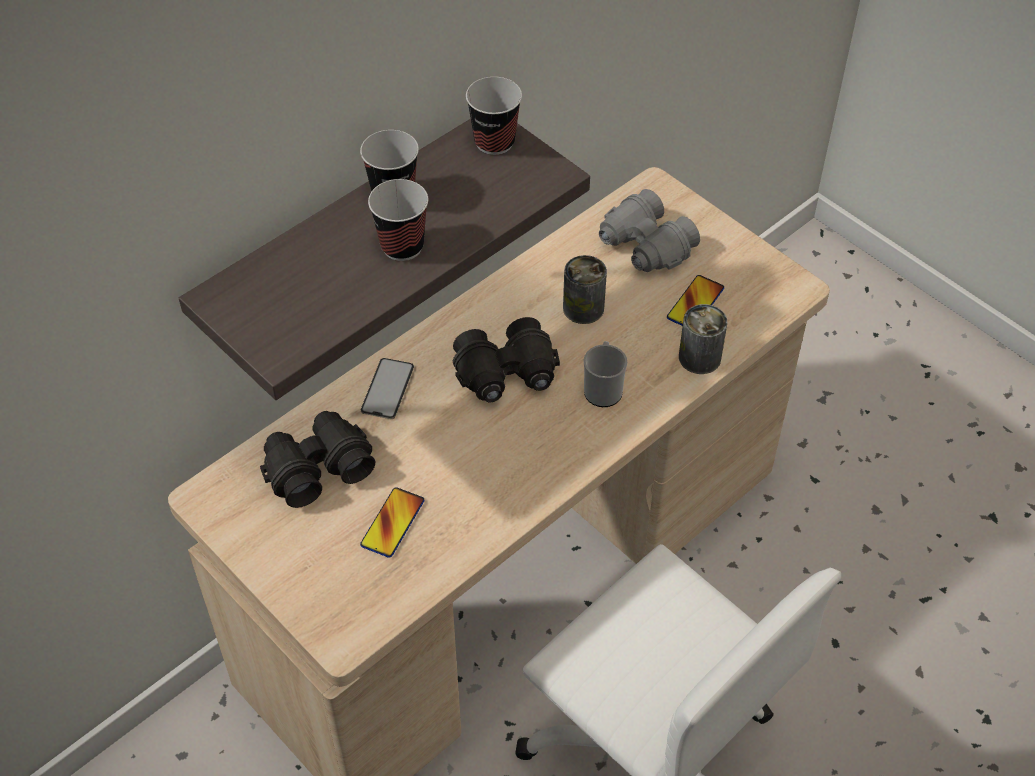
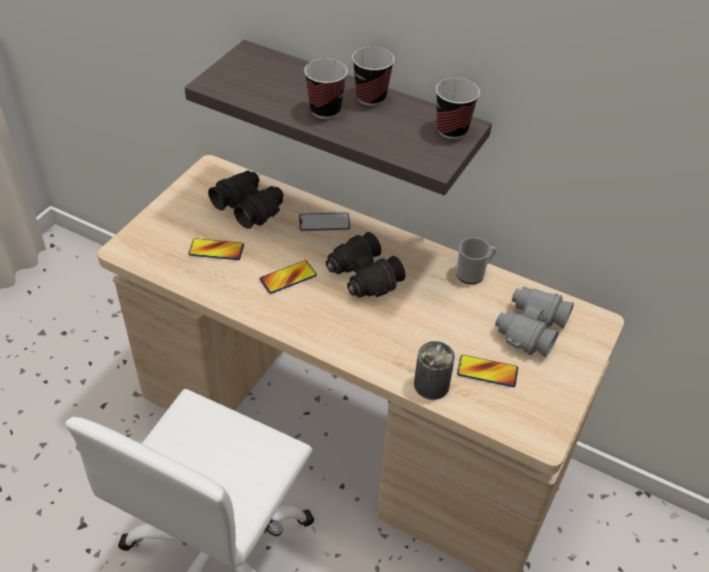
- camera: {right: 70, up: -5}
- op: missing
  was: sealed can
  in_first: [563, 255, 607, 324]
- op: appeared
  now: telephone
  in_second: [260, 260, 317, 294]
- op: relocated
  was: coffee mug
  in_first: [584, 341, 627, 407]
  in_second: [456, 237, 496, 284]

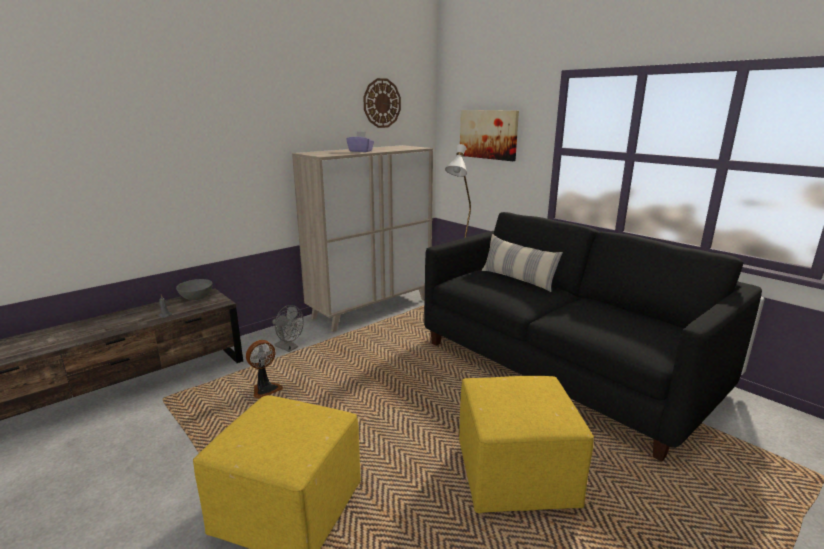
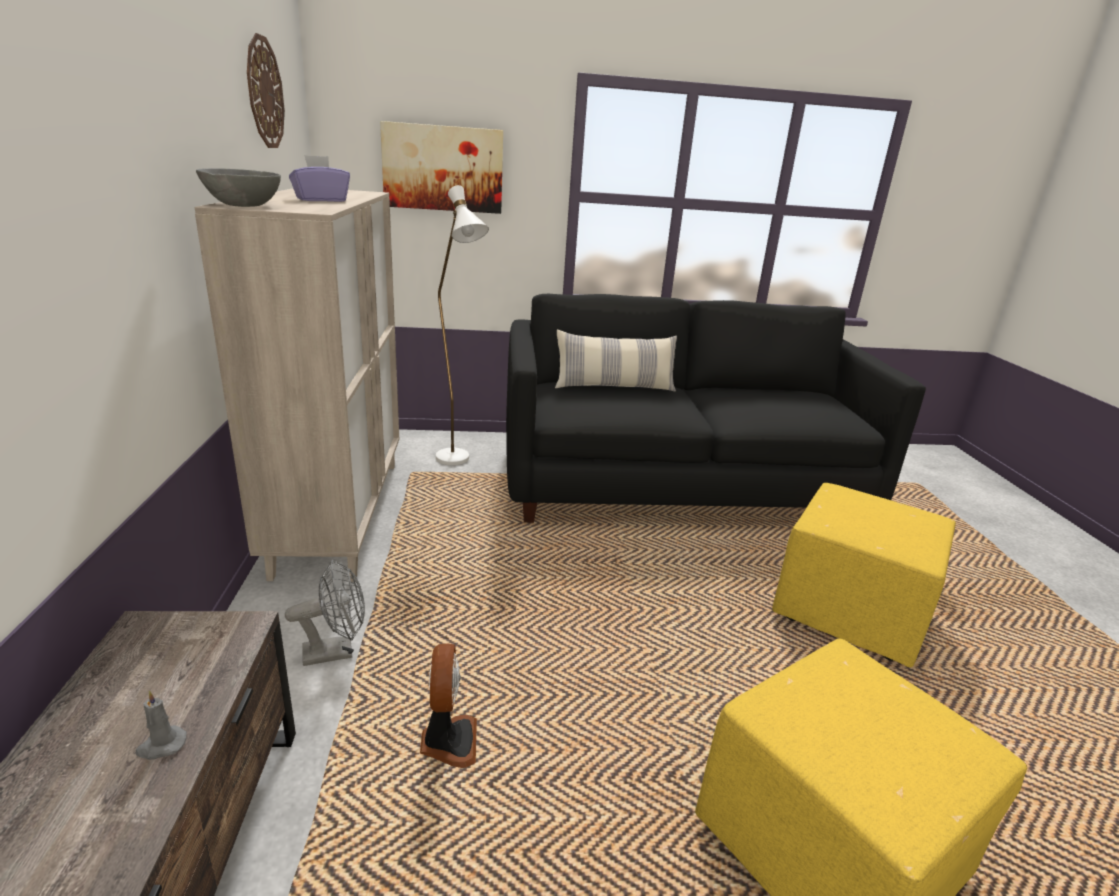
- camera: {right: -55, up: 5}
- op: relocated
  was: deep dish (gray)
  in_first: [176, 279, 213, 300]
  in_second: [196, 168, 281, 207]

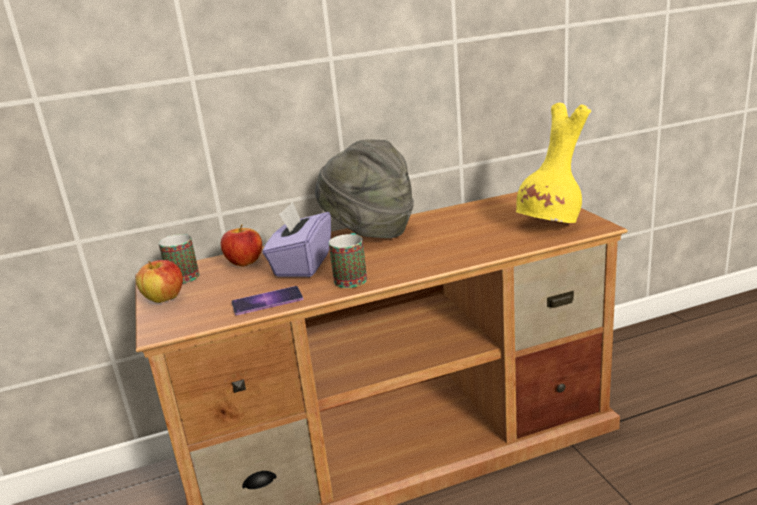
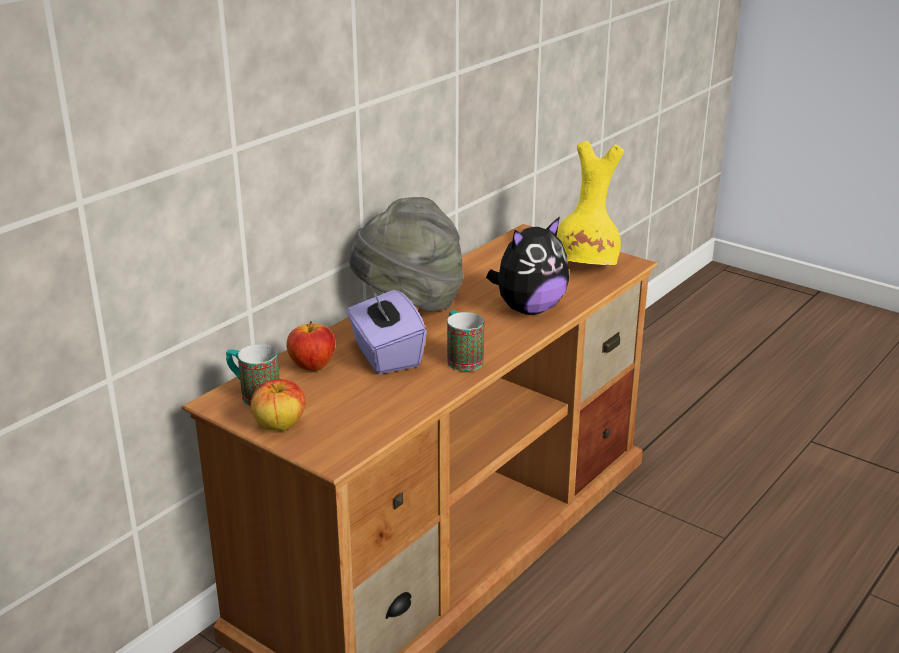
- camera: {right: -35, up: 5}
- op: missing
  was: telephone
  in_first: [231, 286, 303, 315]
- op: appeared
  now: cuddly toy
  in_second: [486, 216, 569, 315]

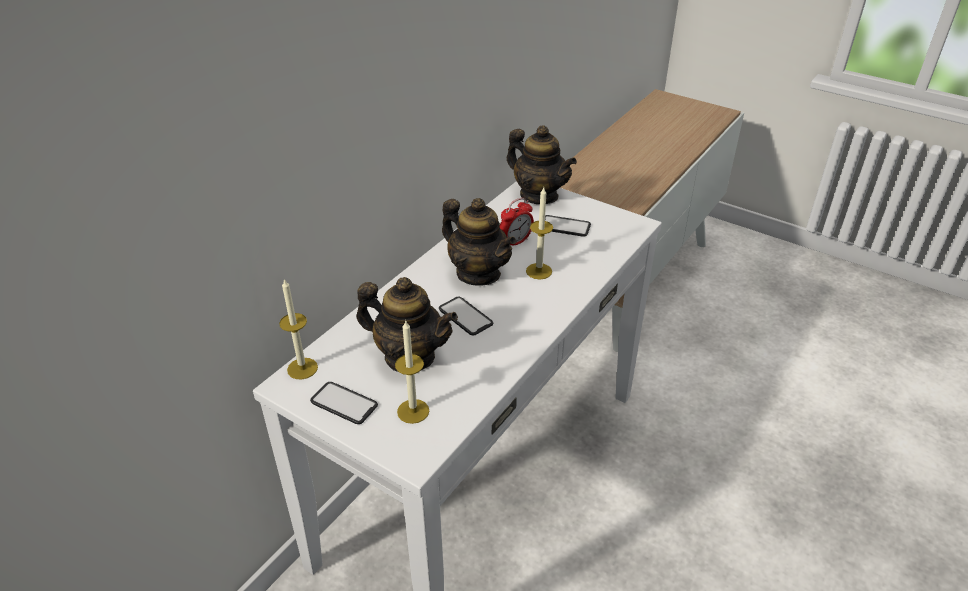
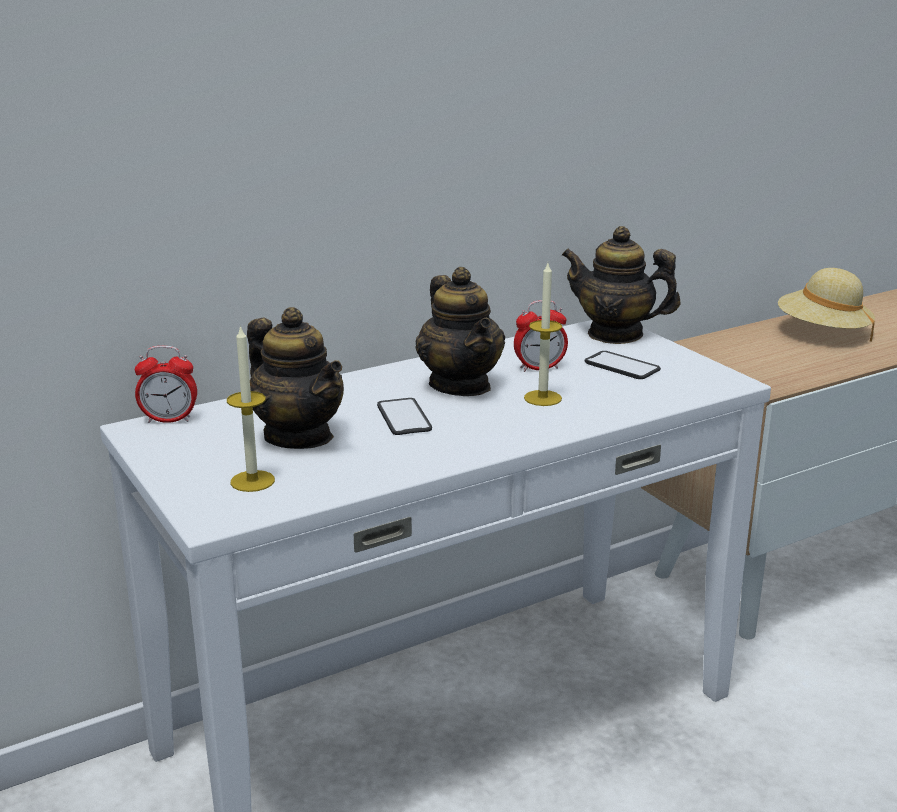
- camera: {right: 25, up: -15}
- op: missing
  was: telephone
  in_first: [310, 382, 378, 424]
- op: appeared
  now: hat (beige-coloured)
  in_second: [778, 268, 875, 342]
- op: exchanged
  was: wax candle
  now: bedside clock
  in_first: [279, 278, 318, 380]
  in_second: [135, 346, 197, 423]
- op: spun
  was: pot for tea
  in_first: [507, 125, 577, 204]
  in_second: [562, 226, 681, 344]
  clockwise: 135

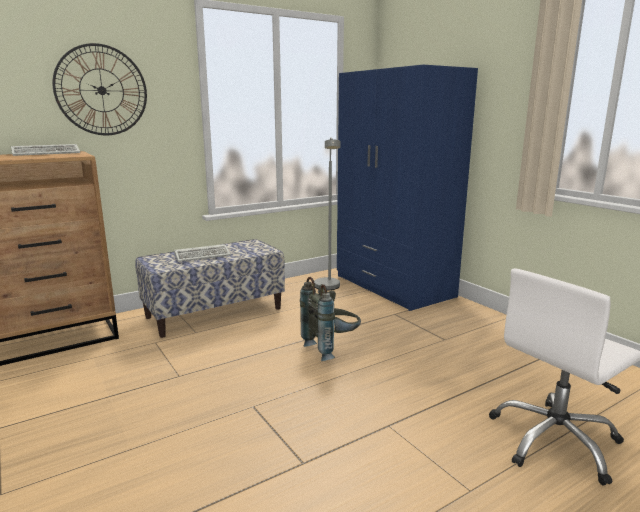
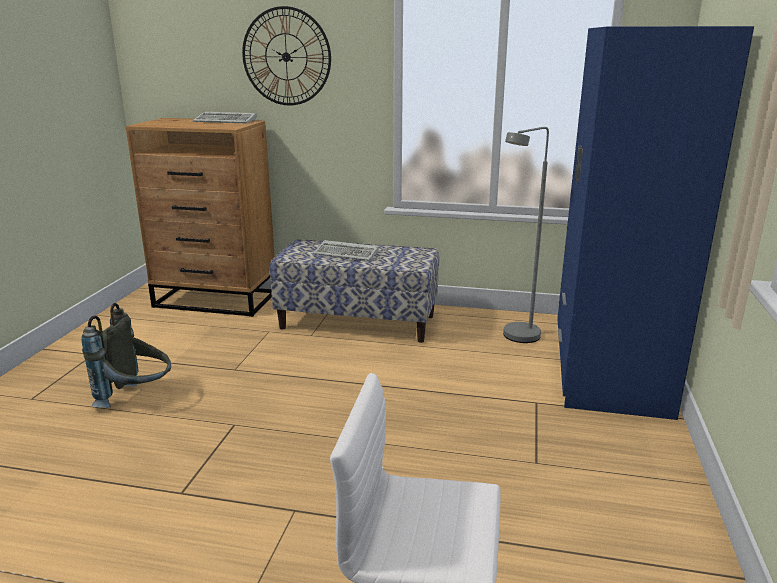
- camera: {right: 45, up: 5}
- op: relocated
  was: backpack (gray)
  in_first: [300, 277, 361, 361]
  in_second: [82, 303, 171, 408]

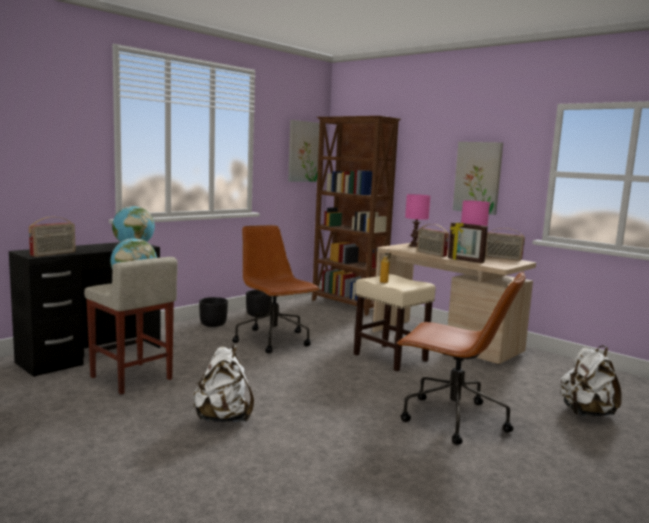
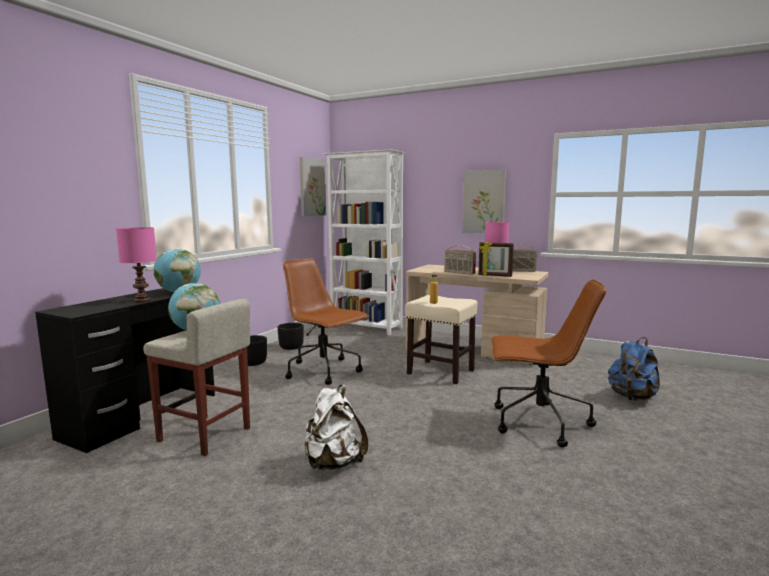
- camera: {right: -15, up: 0}
- op: missing
  was: radio
  in_first: [29, 217, 76, 257]
- op: relocated
  was: table lamp (pink)
  in_first: [405, 194, 431, 247]
  in_second: [116, 227, 157, 302]
- op: colour
  was: bookshelf (brown-coloured)
  now: bookshelf (whitish)
  in_first: [312, 116, 401, 316]
  in_second: [324, 149, 406, 335]
- op: colour
  was: backpack (whitish)
  now: backpack (blue)
  in_first: [561, 346, 622, 417]
  in_second: [608, 337, 660, 401]

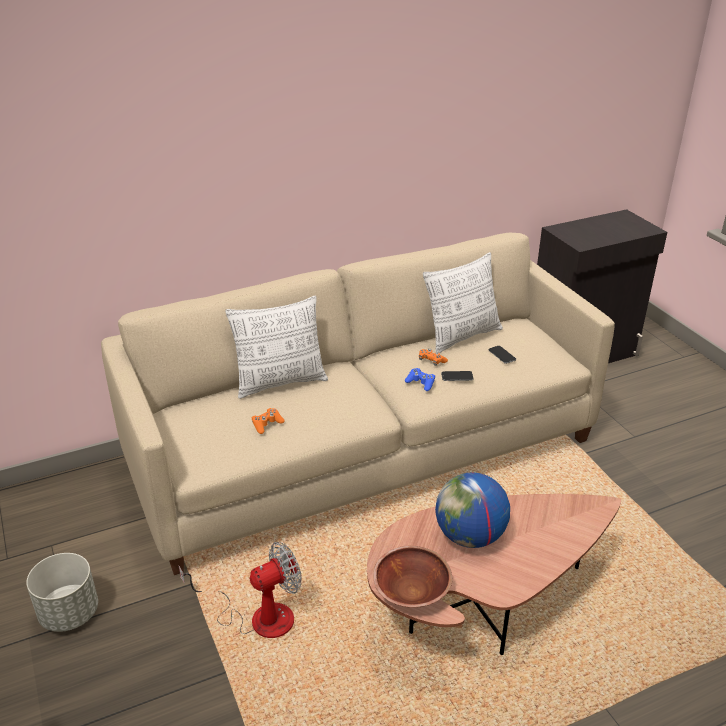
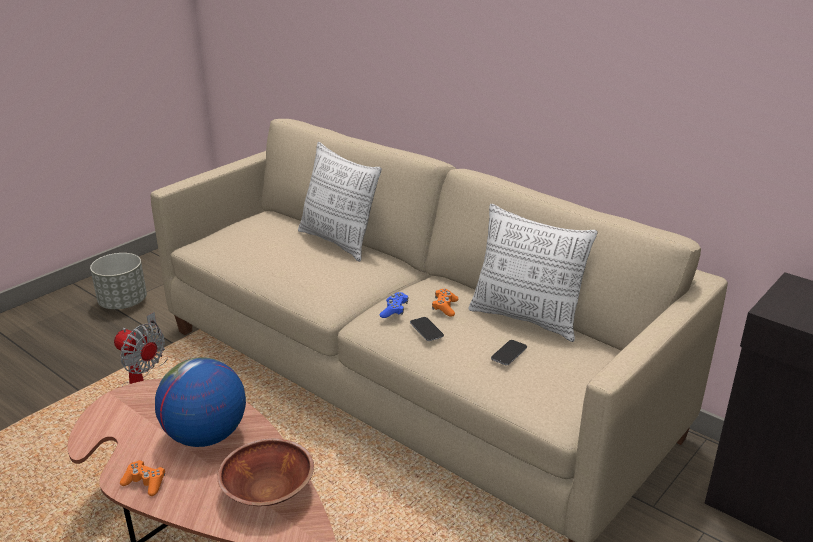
- camera: {right: 65, up: -5}
- op: relocated
  was: gamepad (orange-coloured)
  in_first: [252, 408, 284, 434]
  in_second: [120, 460, 165, 496]
- op: relocated
  was: deep dish (brown-coloured)
  in_first: [373, 546, 452, 608]
  in_second: [217, 438, 314, 506]

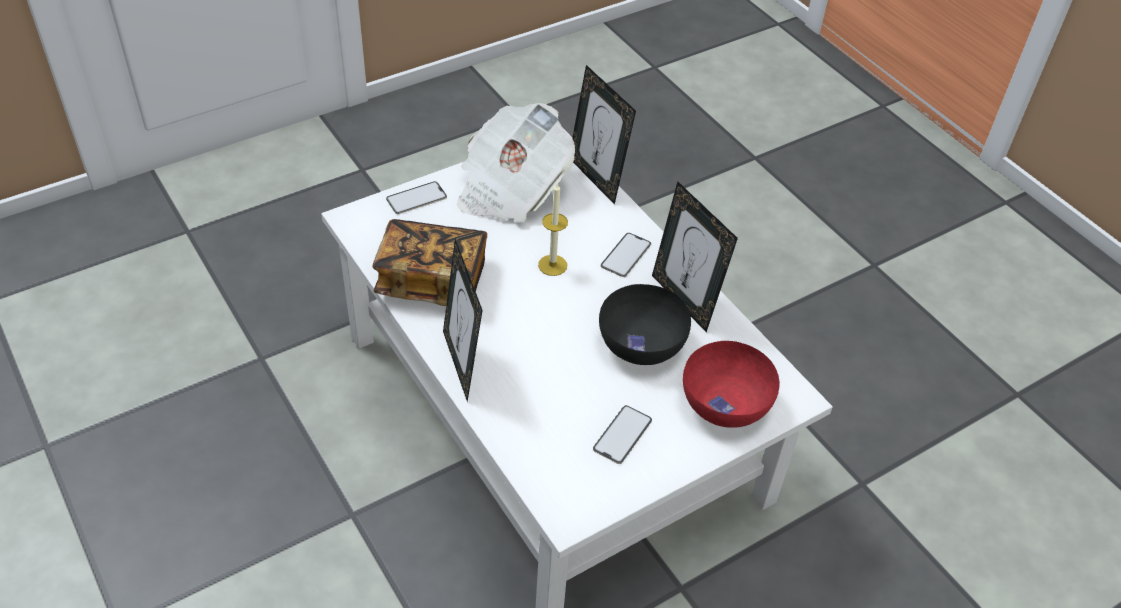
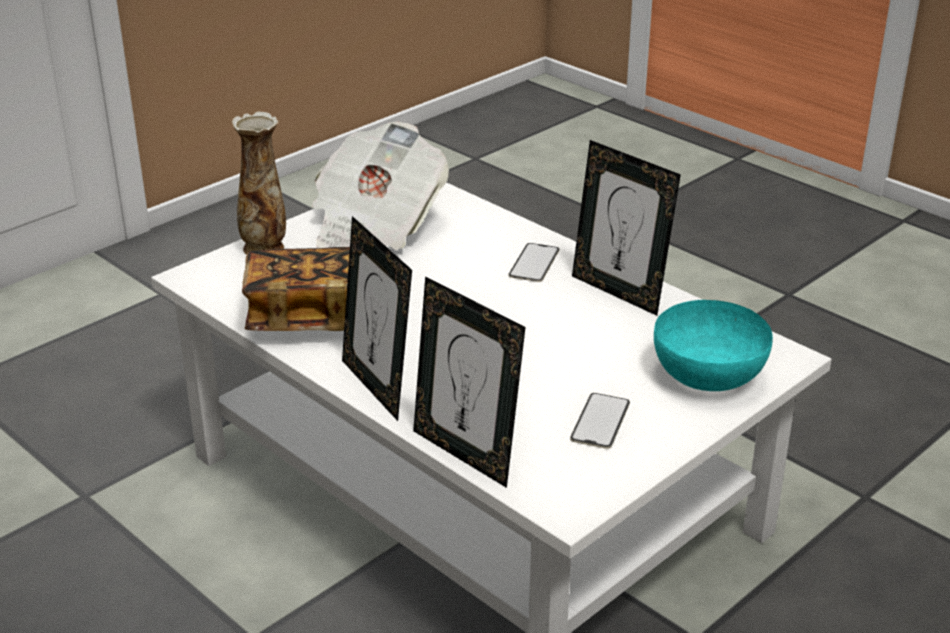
- camera: {right: -10, up: -15}
- op: missing
  was: wax candle
  in_first: [538, 182, 568, 276]
- op: missing
  was: deep dish (black-coloured)
  in_first: [599, 284, 691, 365]
- op: relocated
  was: photo frame
  in_first: [572, 65, 636, 204]
  in_second: [413, 276, 526, 488]
- op: exchanged
  was: telephone
  now: flower vase
  in_first: [386, 181, 447, 214]
  in_second: [232, 112, 286, 255]
- op: colour
  was: deep dish (reddish)
  now: deep dish (turquoise)
  in_first: [683, 341, 780, 428]
  in_second: [654, 300, 773, 391]

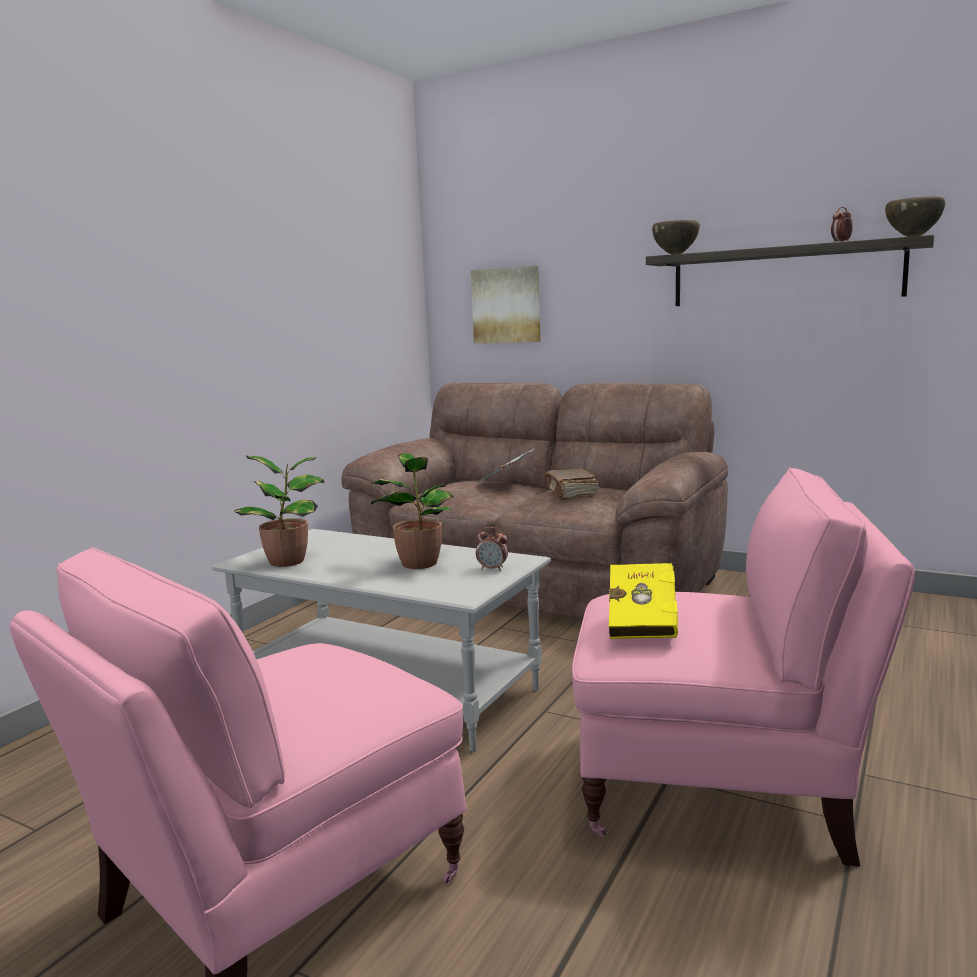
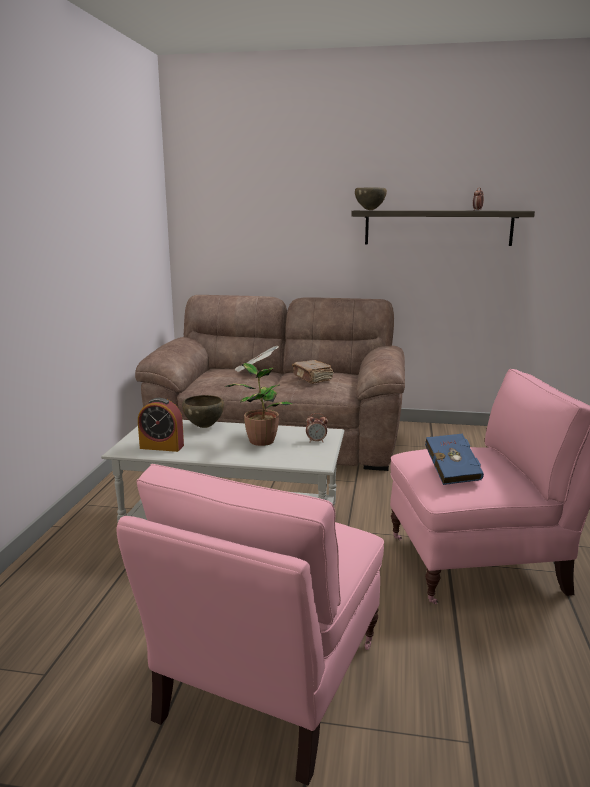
- camera: {right: -20, up: 5}
- op: missing
  was: wall art
  in_first: [471, 265, 540, 343]
- op: relocated
  was: deep dish (brown-coloured)
  in_first: [885, 196, 945, 237]
  in_second: [182, 395, 224, 428]
- op: exchanged
  was: potted plant
  now: bedside clock
  in_first: [234, 455, 324, 567]
  in_second: [138, 398, 184, 452]
- op: colour
  was: volume (yellowish)
  now: volume (blue)
  in_first: [609, 563, 678, 639]
  in_second: [425, 434, 484, 485]

